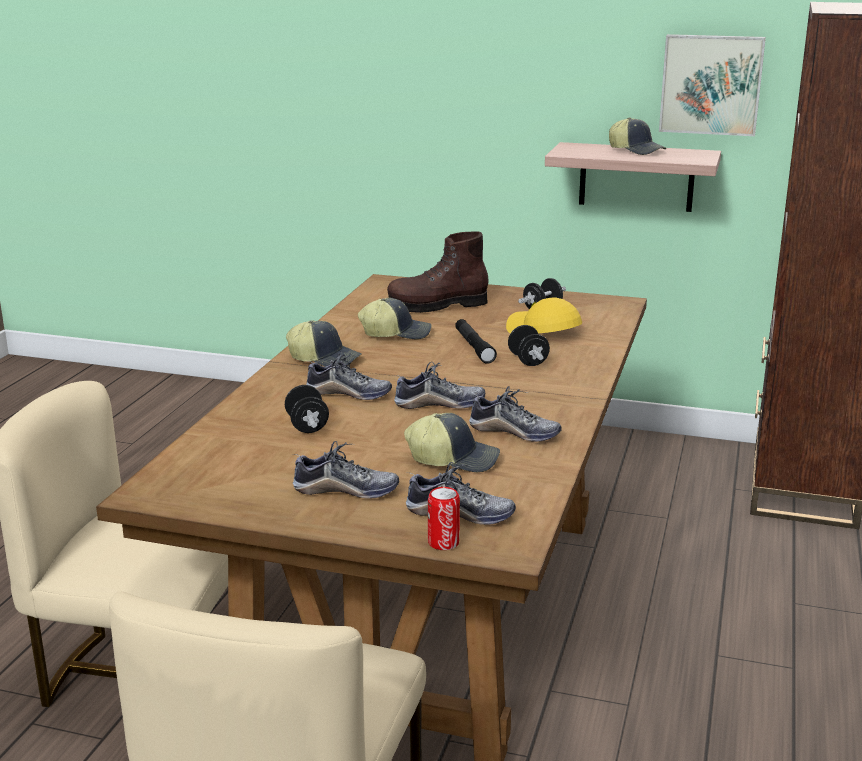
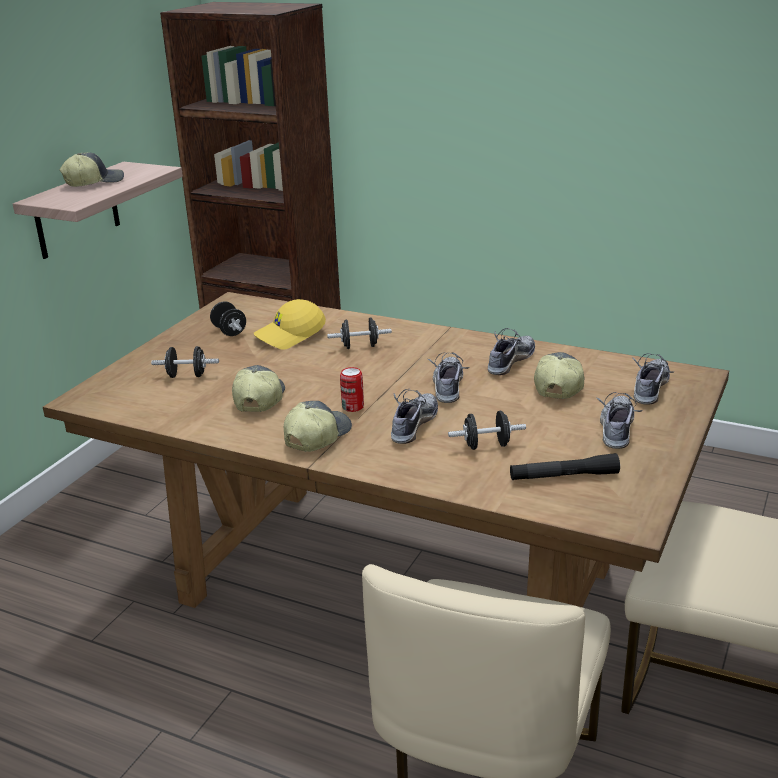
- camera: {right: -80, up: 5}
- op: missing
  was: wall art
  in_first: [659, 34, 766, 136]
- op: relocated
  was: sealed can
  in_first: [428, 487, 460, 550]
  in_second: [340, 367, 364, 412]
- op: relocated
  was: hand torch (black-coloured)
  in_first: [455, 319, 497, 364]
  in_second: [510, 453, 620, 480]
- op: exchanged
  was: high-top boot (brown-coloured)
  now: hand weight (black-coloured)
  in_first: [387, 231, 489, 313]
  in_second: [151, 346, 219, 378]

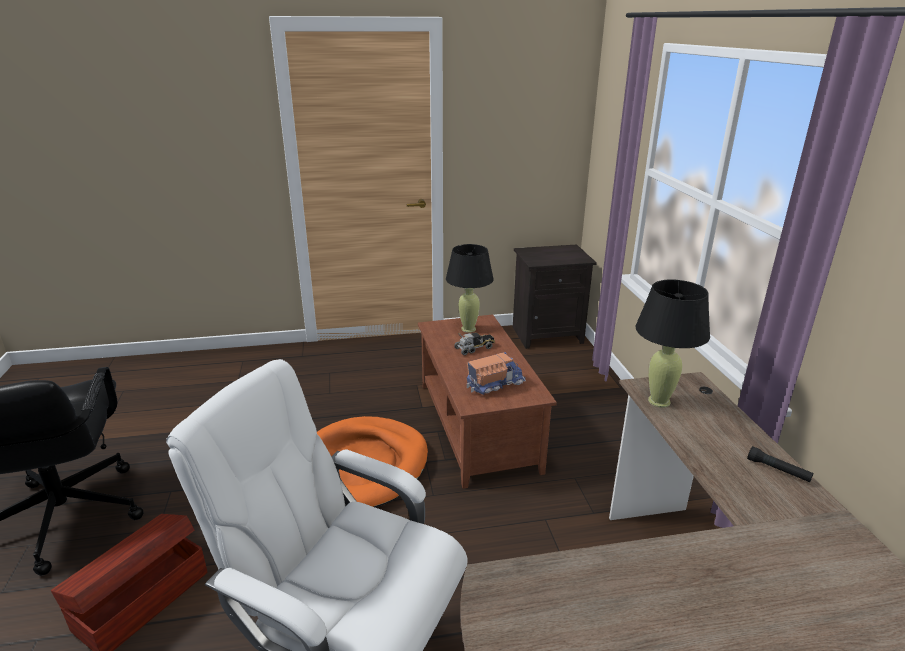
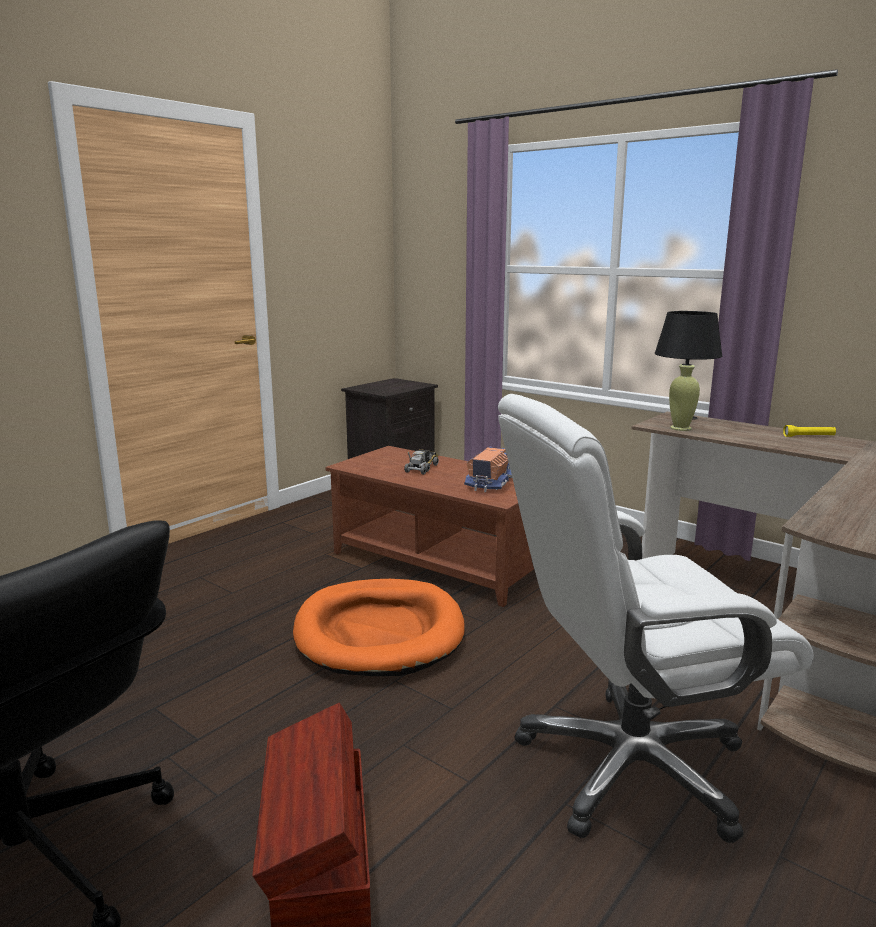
- camera: {right: -40, up: -10}
- op: missing
  was: table lamp (black-coloured)
  in_first: [446, 244, 494, 333]
- op: colour
  was: hand torch (black-coloured)
  now: hand torch (yellowish)
  in_first: [747, 446, 813, 483]
  in_second: [783, 425, 836, 437]

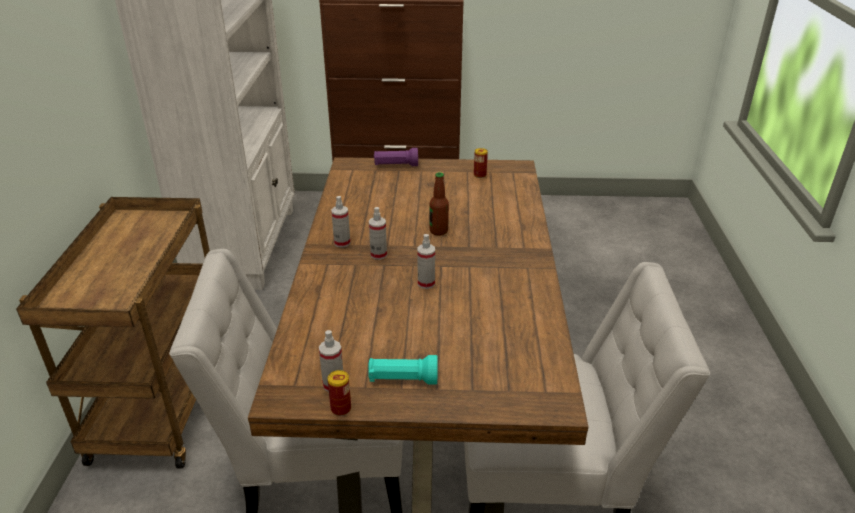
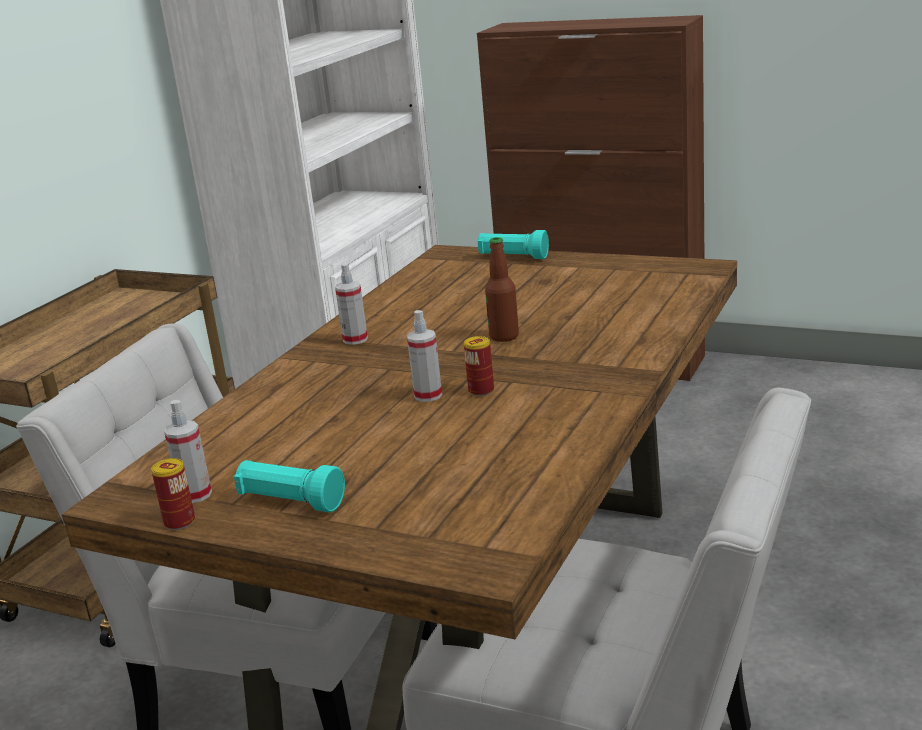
- camera: {right: 25, up: -10}
- op: missing
  was: sprayer
  in_first: [369, 207, 387, 260]
- op: relocated
  was: sealed can
  in_first: [474, 148, 488, 178]
  in_second: [464, 336, 494, 396]
- op: colour
  was: hand torch (purple)
  now: hand torch (turquoise)
  in_first: [374, 148, 418, 166]
  in_second: [478, 230, 549, 259]

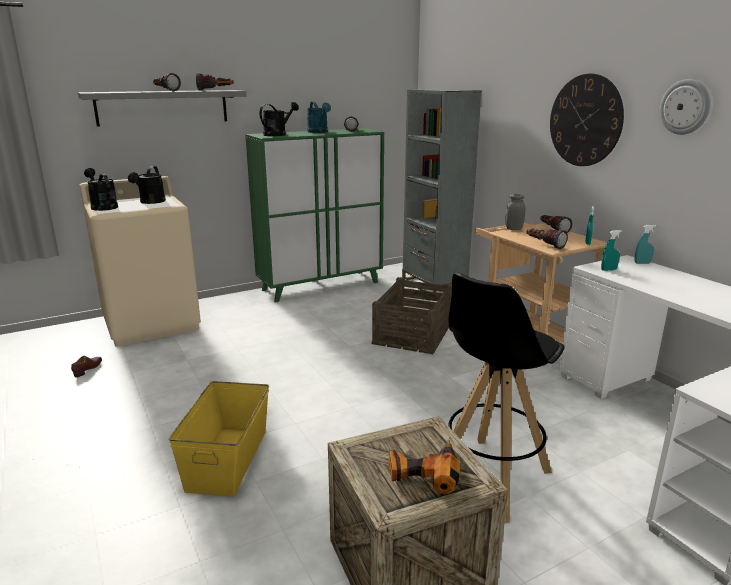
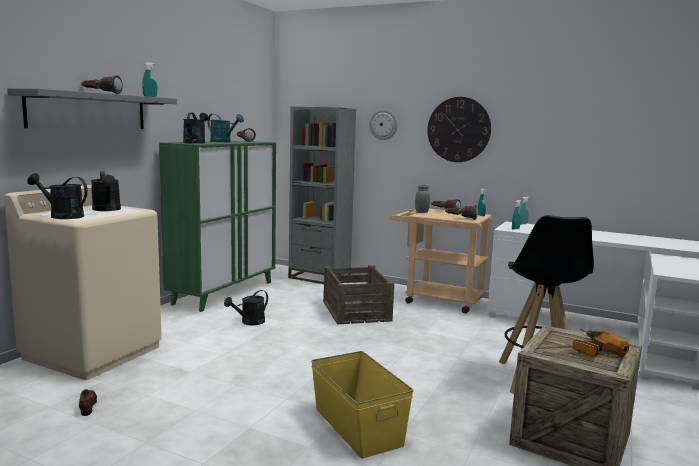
- camera: {right: -35, up: -10}
- op: appeared
  now: watering pot (black-coloured)
  in_second: [224, 290, 268, 325]
- op: relocated
  was: clock on the wall
  in_first: [660, 79, 711, 135]
  in_second: [369, 109, 398, 140]
- op: exchanged
  was: hand torch
  now: sprayer (turquoise)
  in_first: [196, 73, 234, 91]
  in_second: [142, 62, 157, 97]

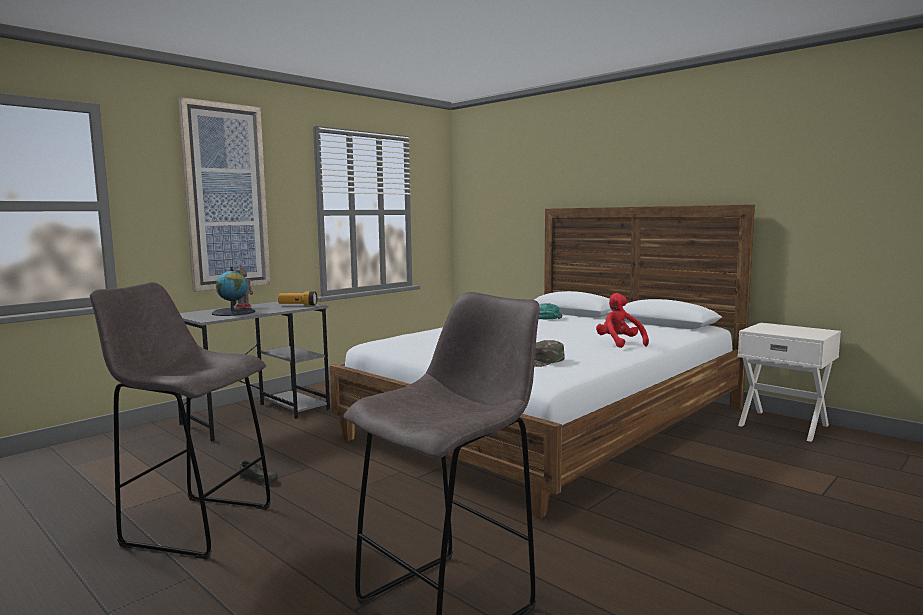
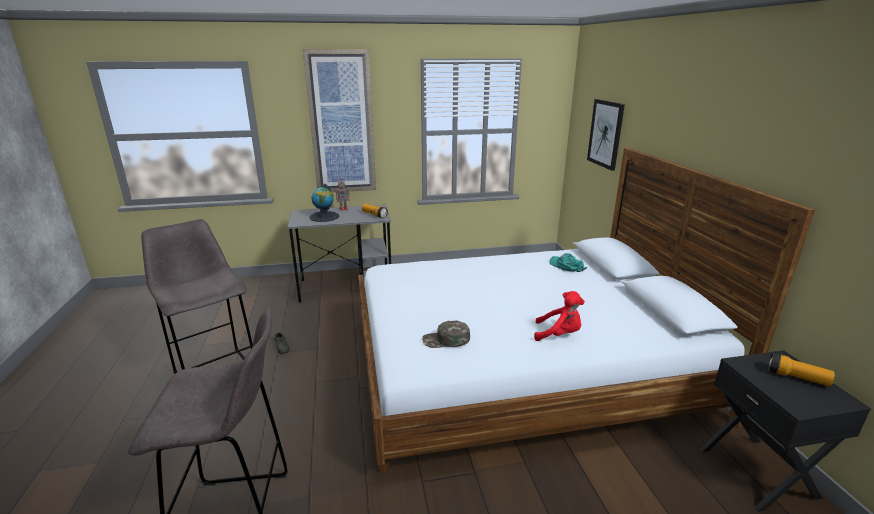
- camera: {right: 35, up: 15}
- op: appeared
  now: wall art
  in_second: [587, 99, 625, 171]
- op: appeared
  now: hand torch
  in_second: [768, 353, 835, 387]
- op: colour
  was: night table (whitish)
  now: night table (black-coloured)
  in_first: [738, 323, 841, 442]
  in_second: [700, 350, 871, 512]
- op: spun
  was: cuddly toy (reddish)
  in_first: [596, 293, 649, 348]
  in_second: [534, 291, 585, 341]
  clockwise: 90

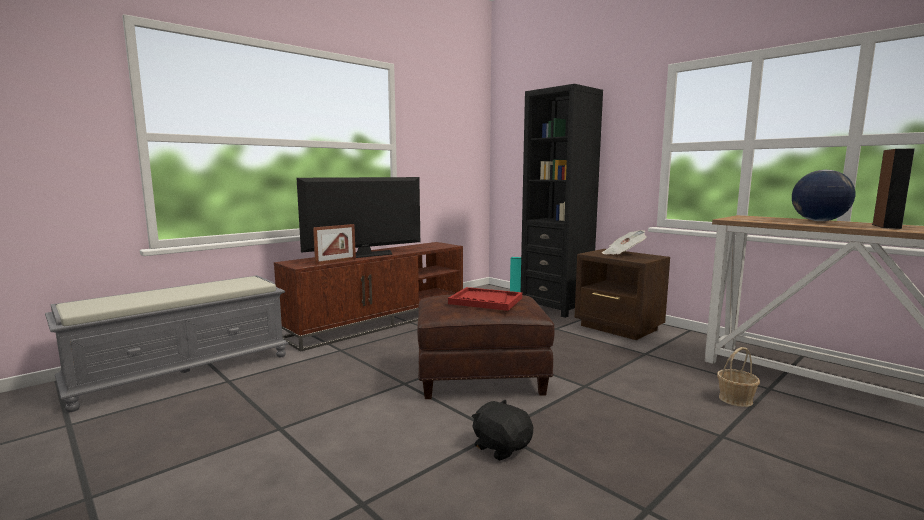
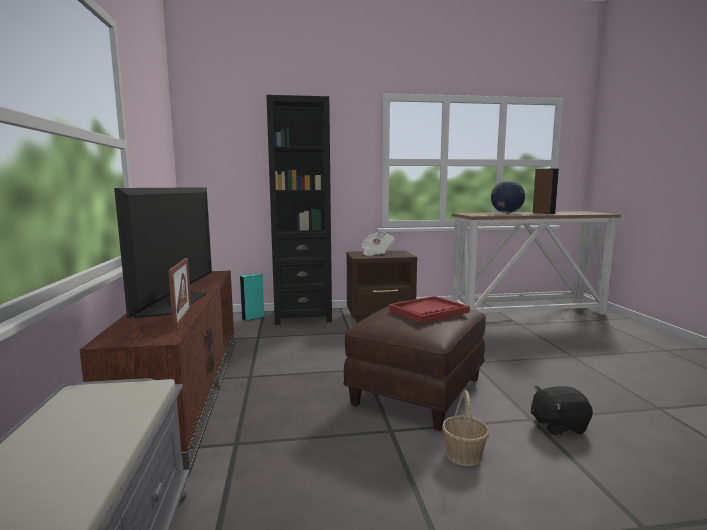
- camera: {right: -55, up: 0}
- op: relocated
  was: storage basket
  in_first: [717, 347, 760, 407]
  in_second: [442, 390, 489, 466]

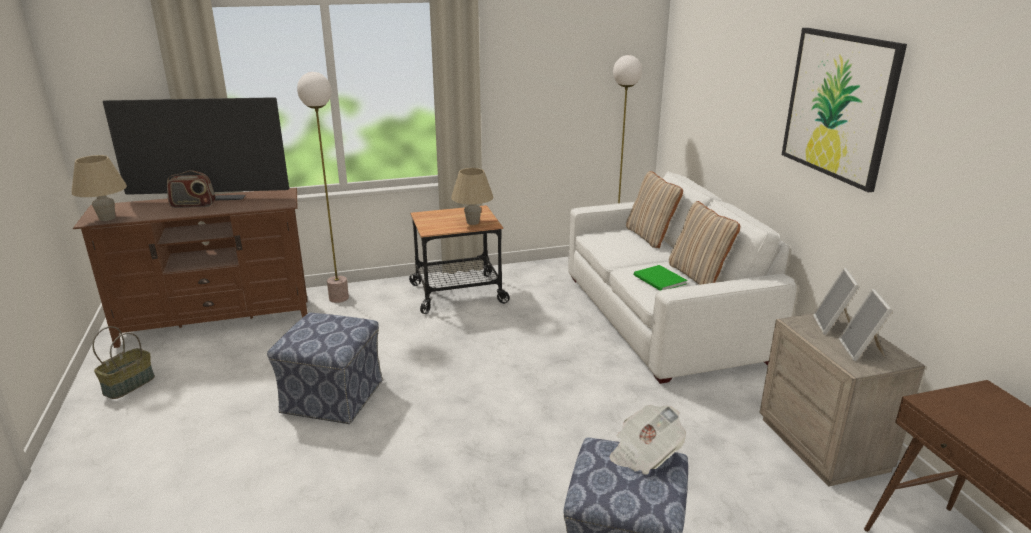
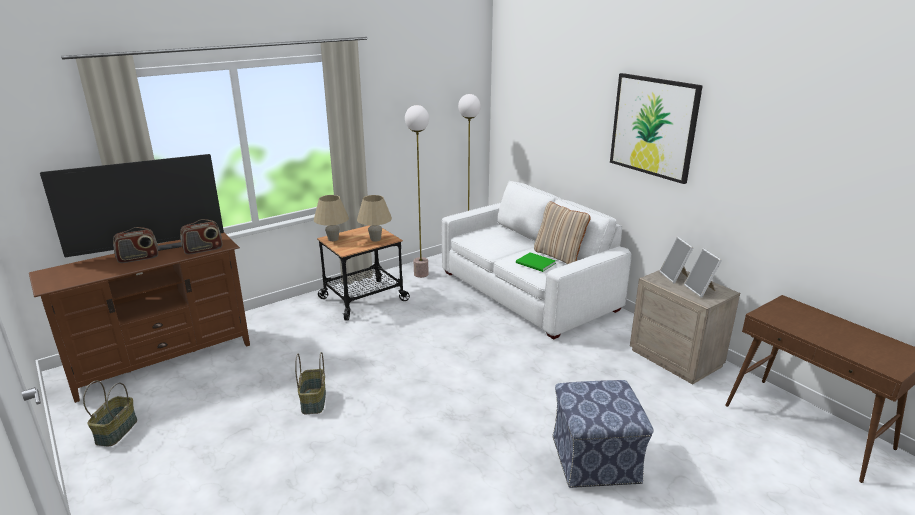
- camera: {right: -20, up: 0}
- op: missing
  was: printed paper
  in_first: [610, 405, 686, 475]
- op: missing
  was: throw pillow (beige-coloured)
  in_first: [626, 171, 683, 248]
- op: appeared
  now: radio
  in_second: [180, 219, 223, 254]
- op: relocated
  was: table lamp (beige-coloured)
  in_first: [71, 155, 127, 221]
  in_second: [314, 195, 349, 241]
- op: relocated
  was: standard lamp
  in_first: [297, 72, 349, 303]
  in_second: [405, 105, 429, 278]
- op: exchanged
  was: pouffe
  now: storage basket
  in_first: [267, 313, 383, 424]
  in_second: [295, 352, 326, 414]

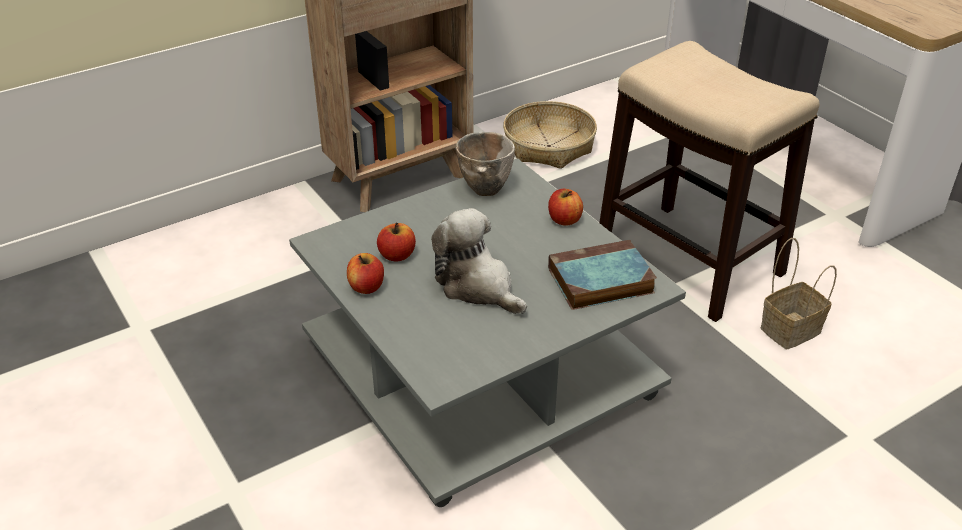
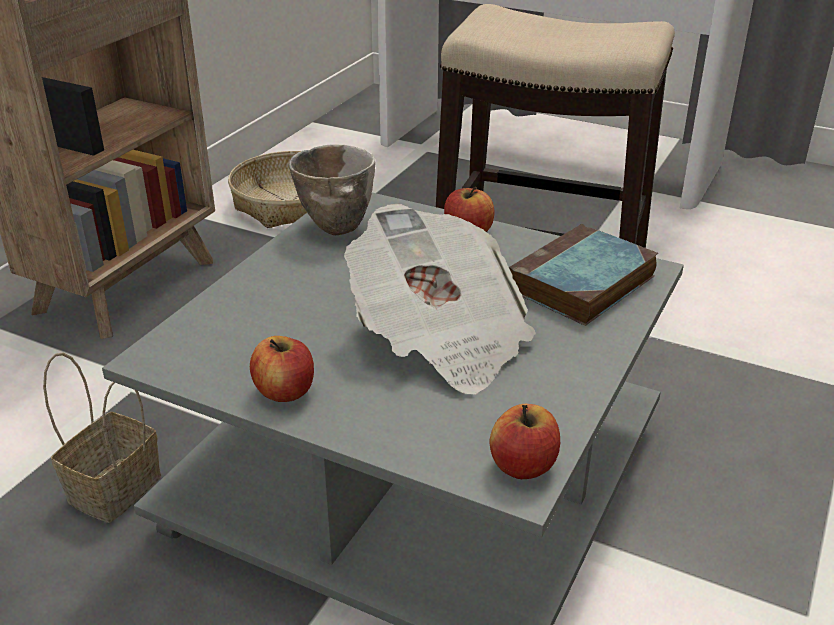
- camera: {right: -30, up: -5}
- op: relocated
  was: whole apple
  in_first: [377, 223, 416, 261]
  in_second: [490, 404, 560, 479]
- op: relocated
  was: storage basket
  in_first: [760, 238, 837, 349]
  in_second: [43, 352, 161, 523]
- op: exchanged
  was: cuddly toy
  now: printed paper
  in_first: [431, 208, 527, 314]
  in_second: [344, 204, 536, 395]

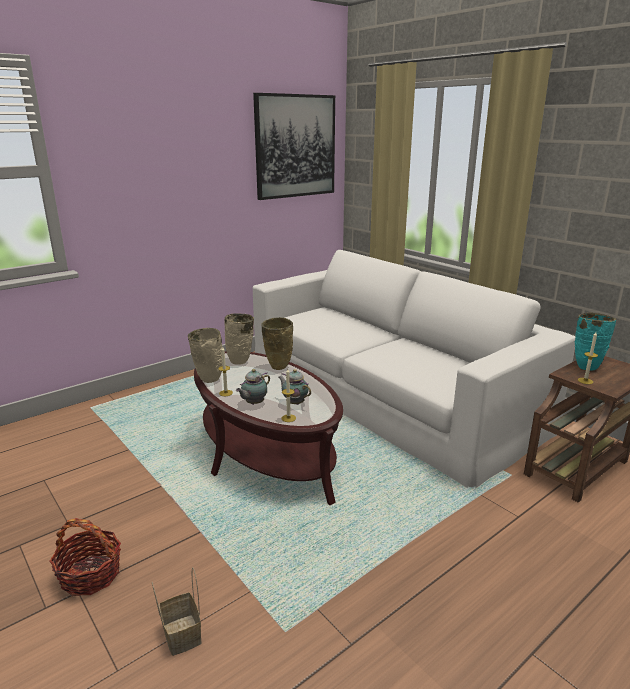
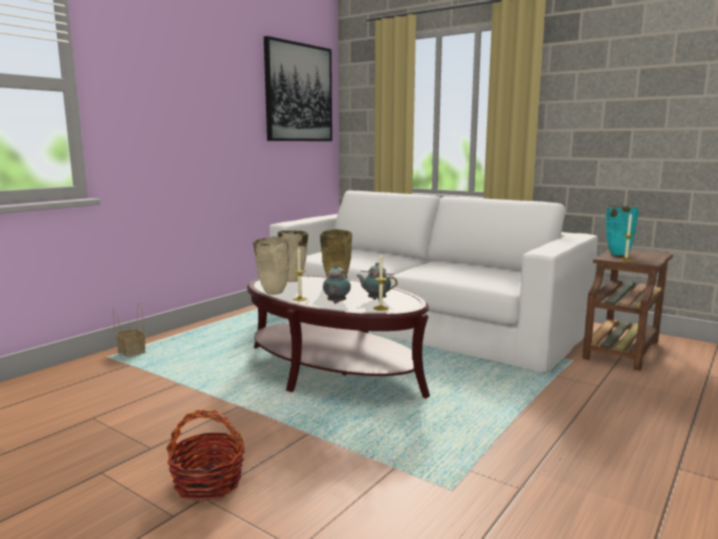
- camera: {right: -15, up: -10}
- op: relocated
  was: storage basket
  in_first: [152, 567, 202, 656]
  in_second: [113, 303, 145, 357]

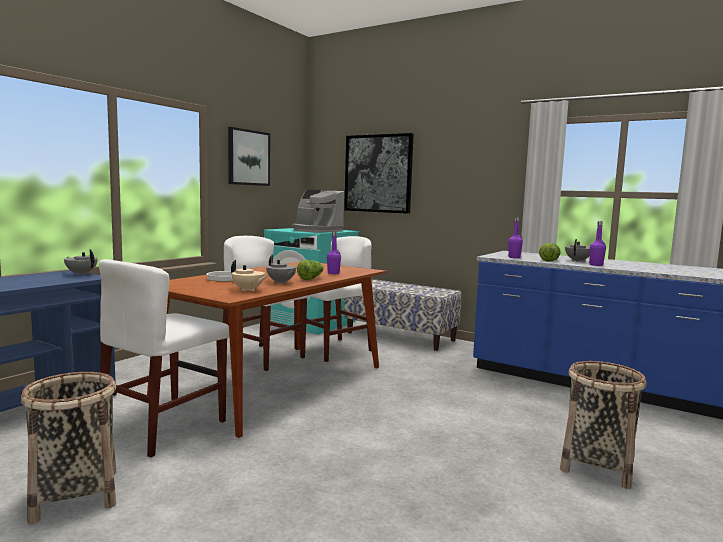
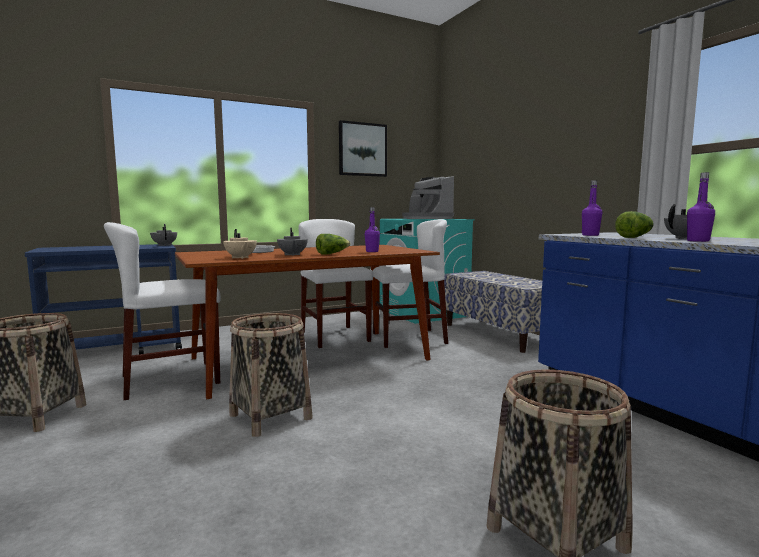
- camera: {right: 30, up: 0}
- op: missing
  was: wall art
  in_first: [344, 133, 414, 214]
- op: appeared
  now: storage basket
  in_second: [229, 313, 313, 437]

